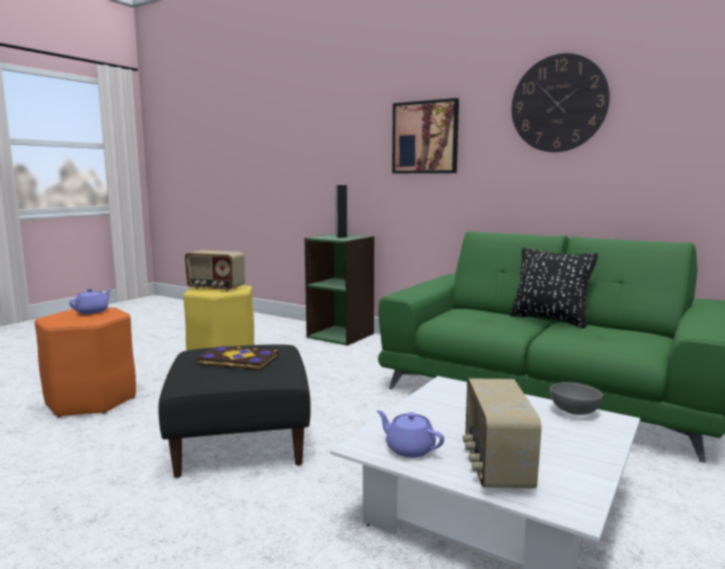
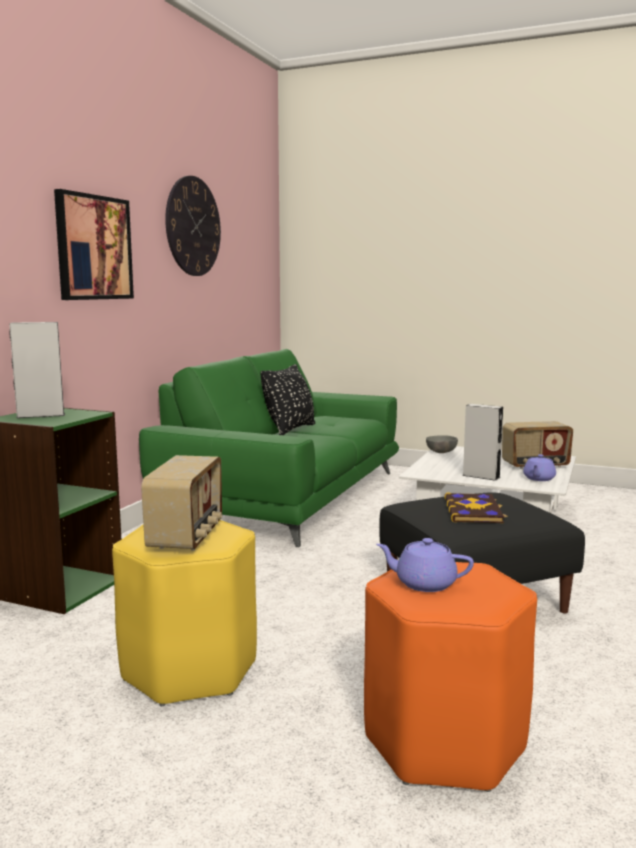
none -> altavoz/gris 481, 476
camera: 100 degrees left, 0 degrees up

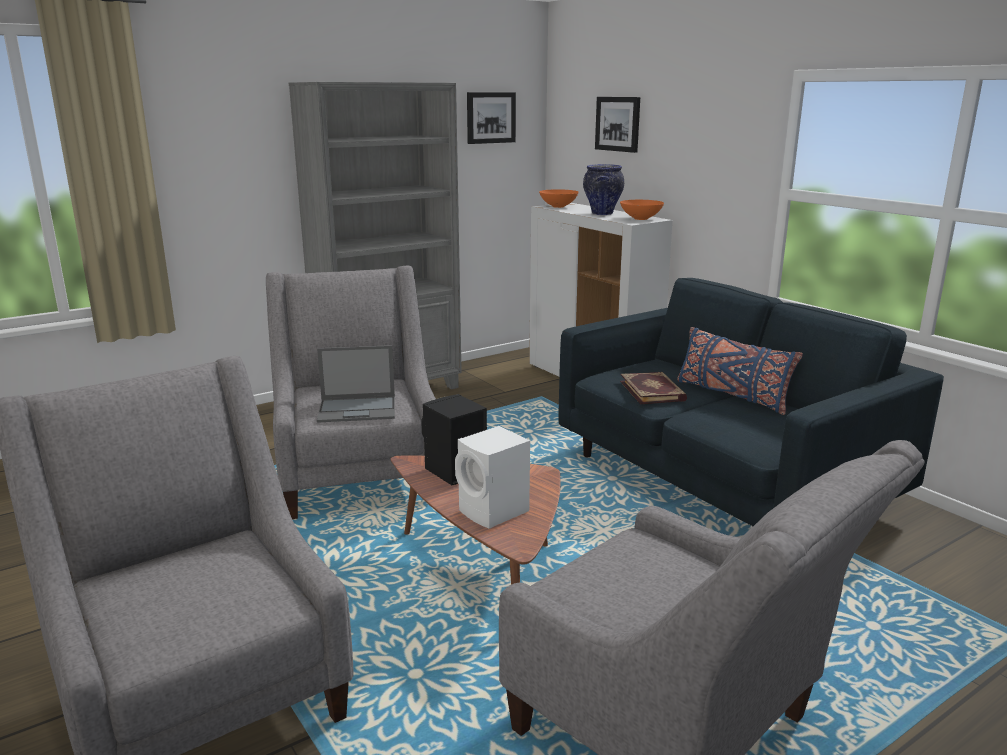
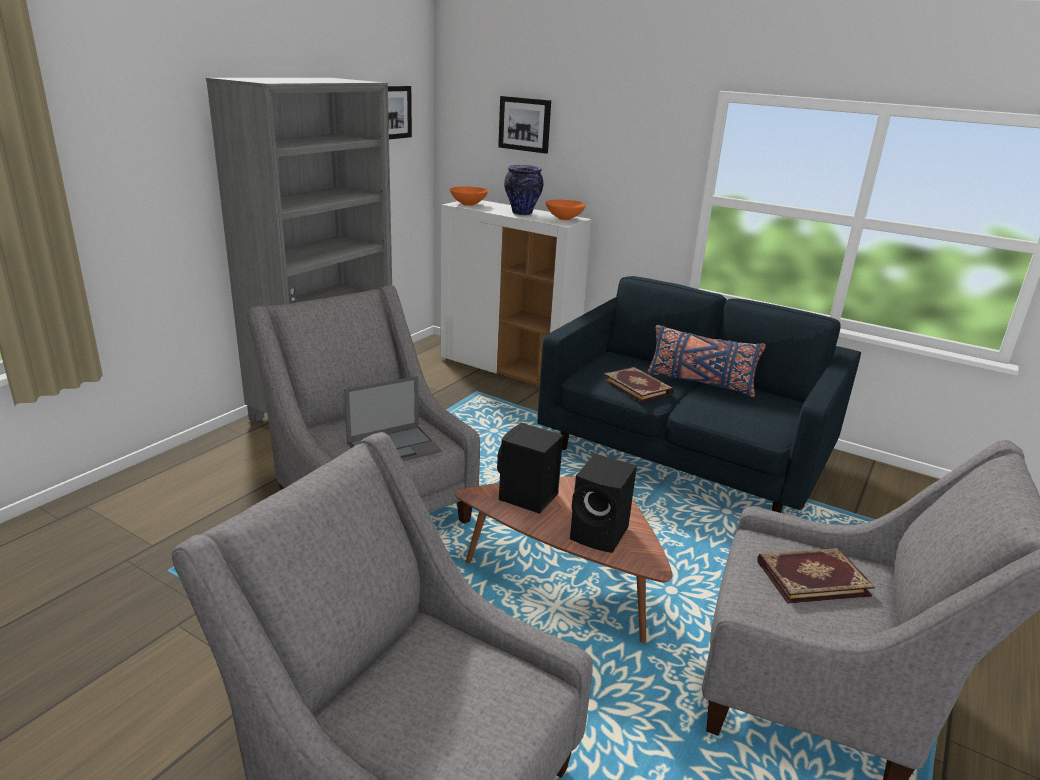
altavoz/blanco 494, 512 -> altavoz/negro 601, 534
none -> libro 811, 577
camera: 25 degrees left, 5 degrees up

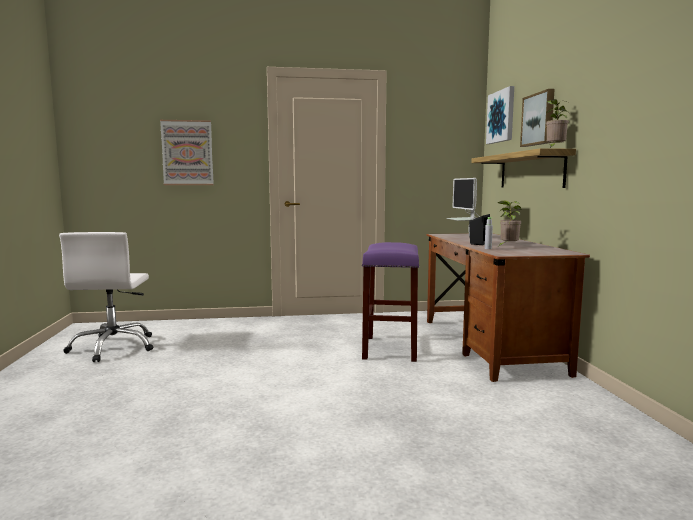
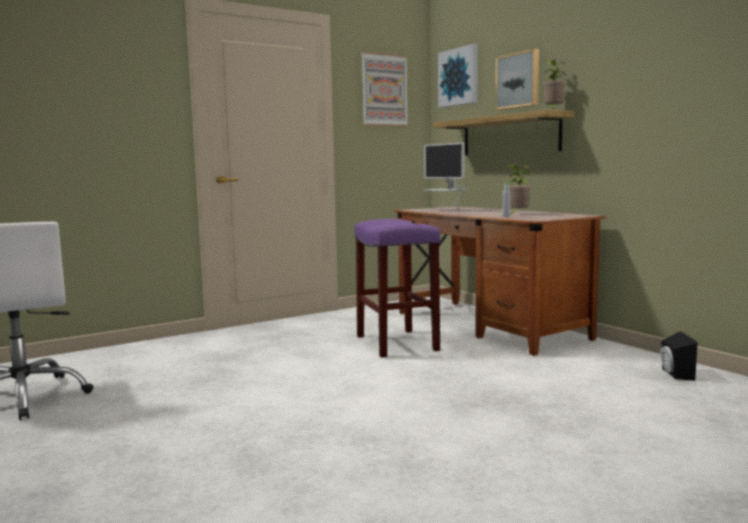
cuadro 187, 153 -> cuadro 384, 90, moved
altavoz/negro 477, 243 -> altavoz/negro 674, 374, moved
camera: 25 degrees left, 0 degrees up

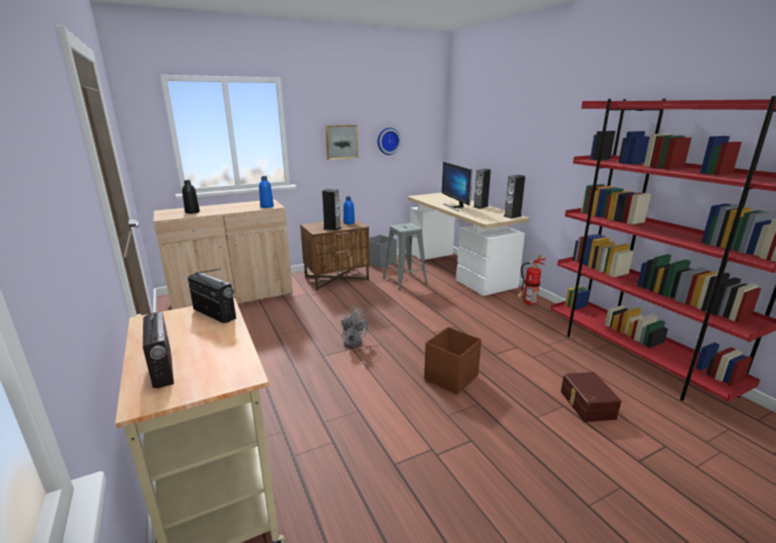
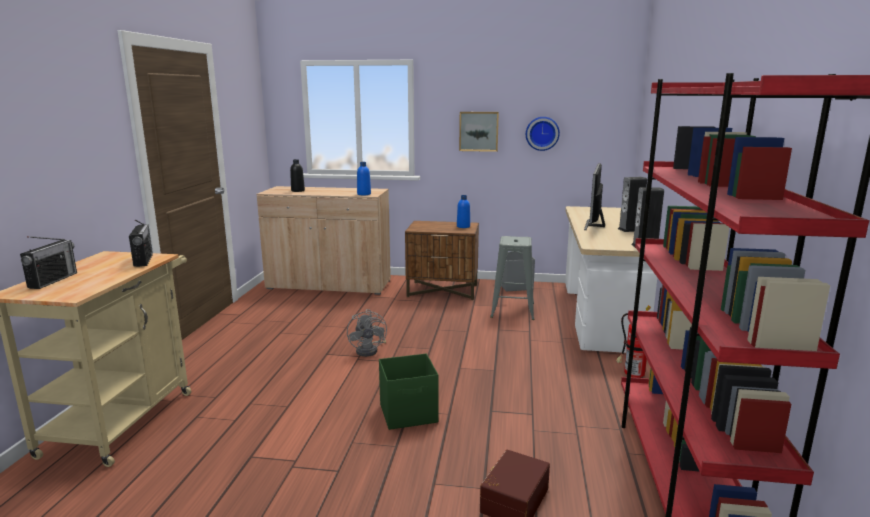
altavoz 332, 228 -> none
caja de almacenaje/marrón 452, 377 -> caja de almacenaje/verde 409, 414
camera: 35 degrees right, 5 degrees down

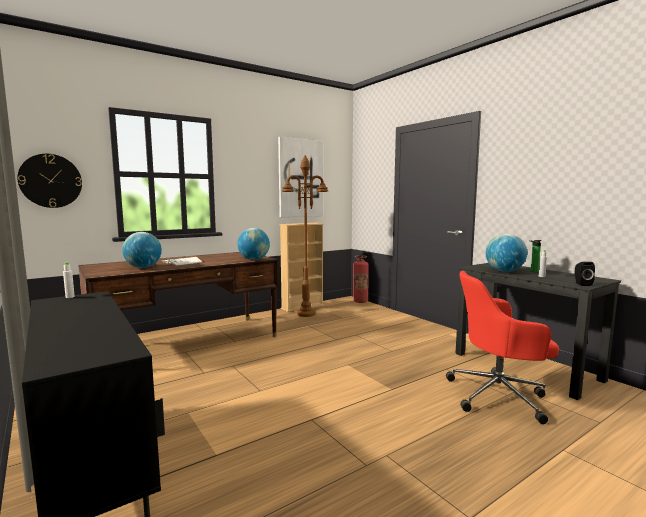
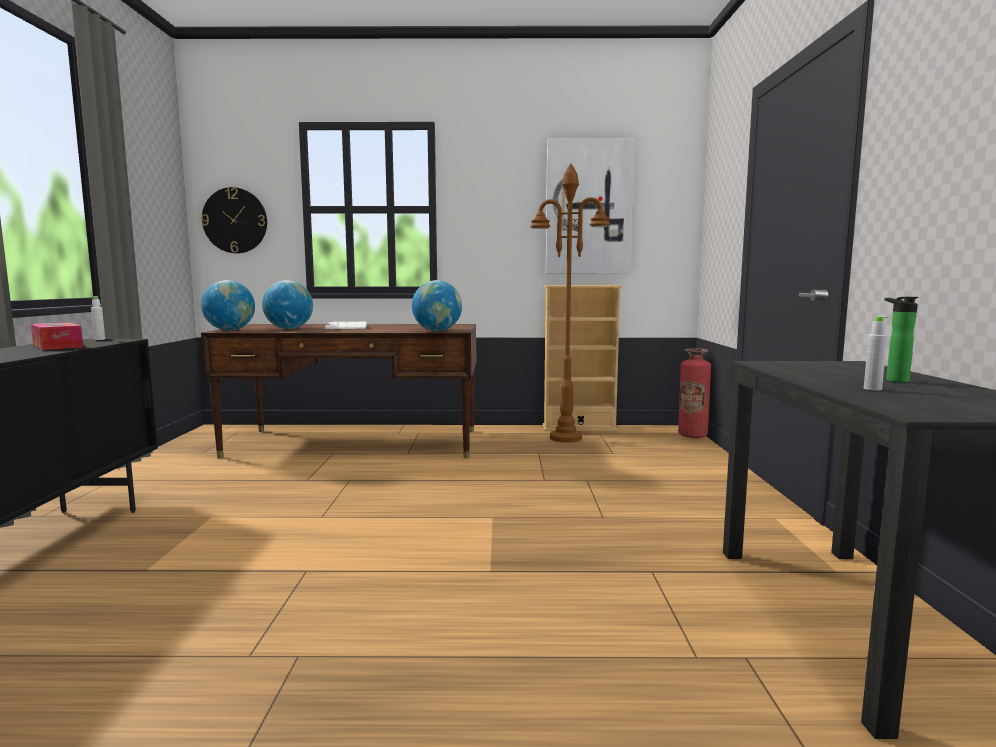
silla de oficina/rojo 499, 395 -> none
globo terráqueo 504, 271 -> globo terráqueo 230, 330, moved
altavoz/negro 581, 284 -> none
none -> caja de pañuelos 57, 346
camera: 35 degrees right, 0 degrees up

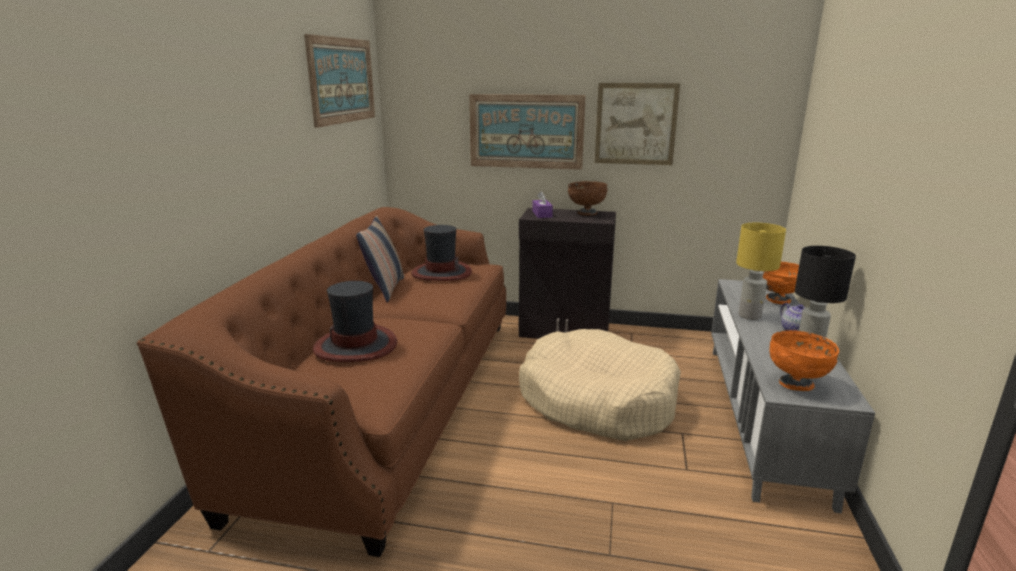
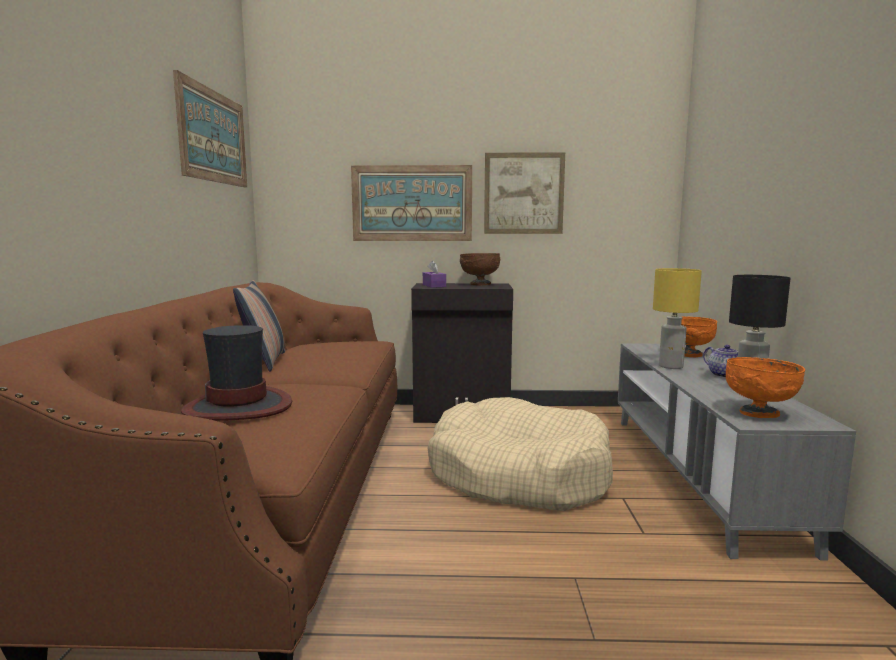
sombrero 441, 273 -> none
camera: 10 degrees left, 10 degrees down

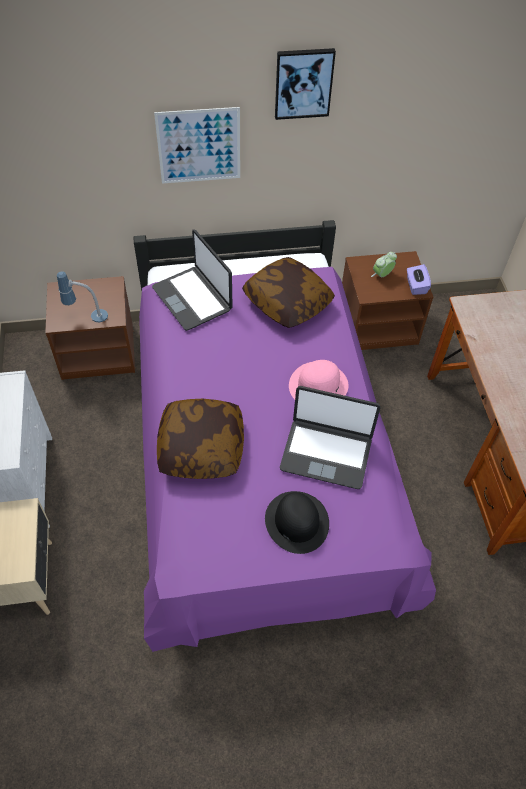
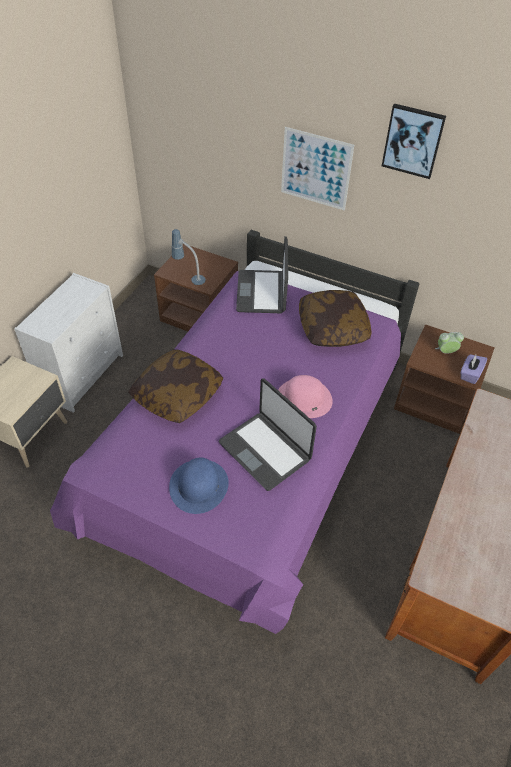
sombrero/negro 296, 521 -> sombrero/azul 199, 485
camera: 35 degrees right, 5 degrees down

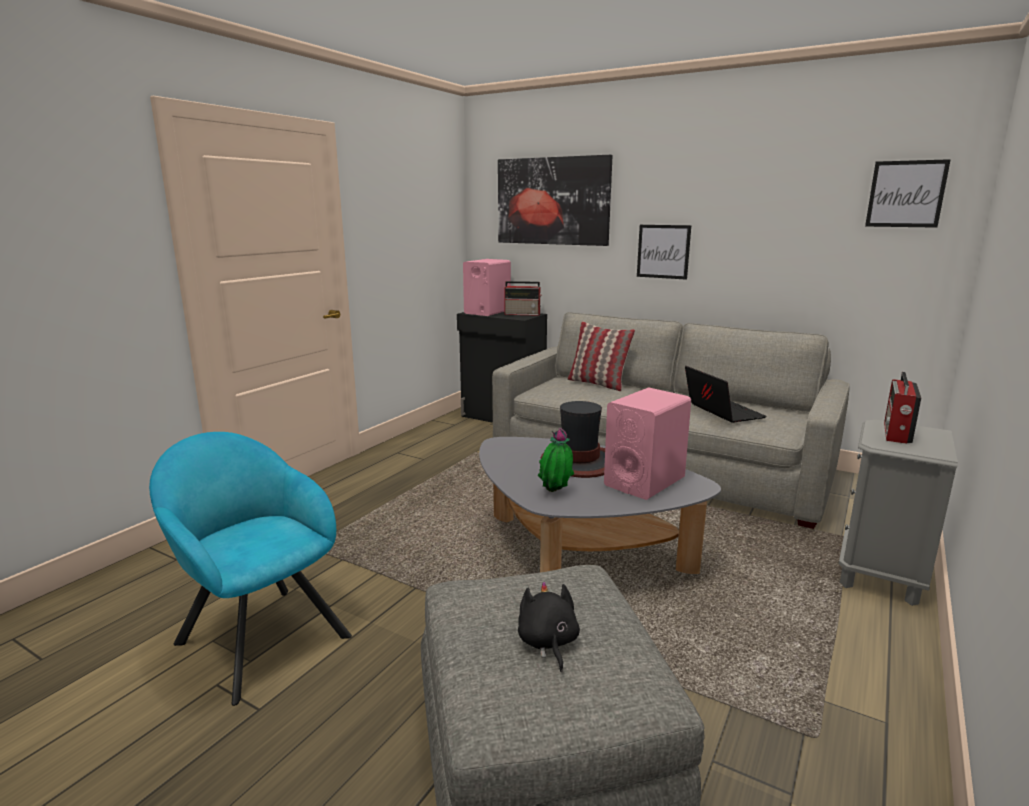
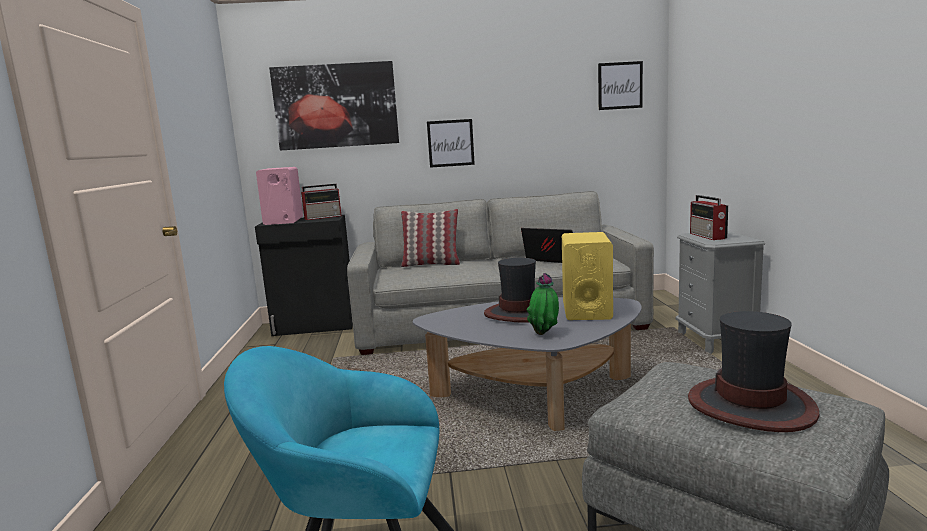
peluche/negro 548, 643 -> sombrero 751, 405
altavoz/rosa 644, 481 -> altavoz/amarillo 586, 310
camera: 35 degrees left, 5 degrees down

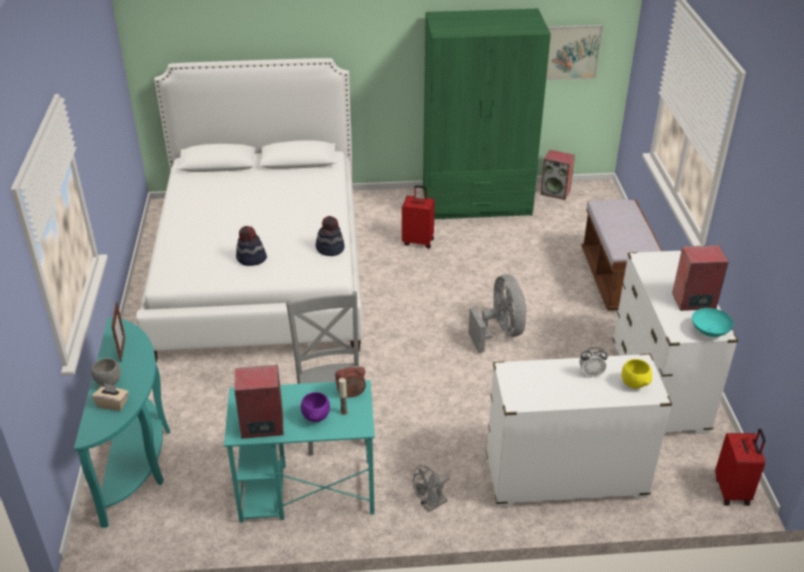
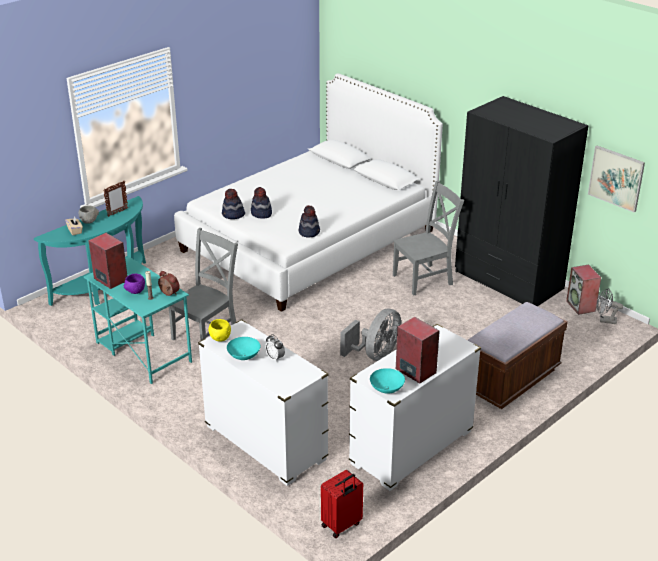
maleta/rojo 418, 241 -> silla/gris 425, 279
ventilador/gris 430, 505 -> ventilador/gris 605, 320, moved
armario ropero/verde 477, 203 -> armario ropero/negro 508, 280
cuenco/amarillo 634, 385 -> cuenco/amarillo 220, 339, moved
none -> sombrero 233, 215
none -> cuenco/turquesa 243, 357
camera: 50 degrees right, 5 degrees down

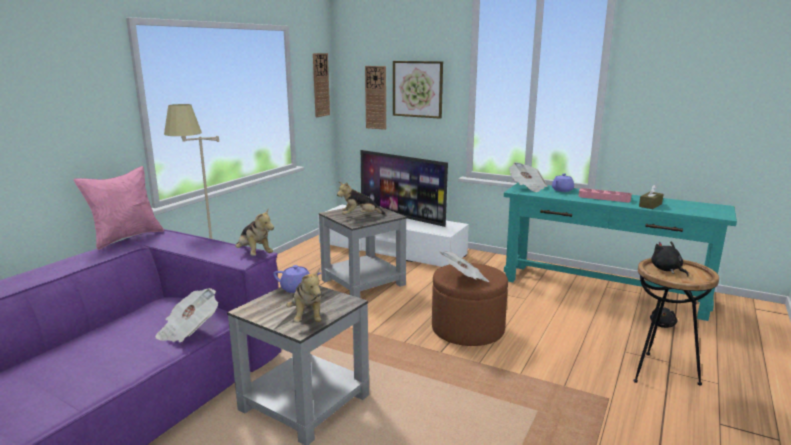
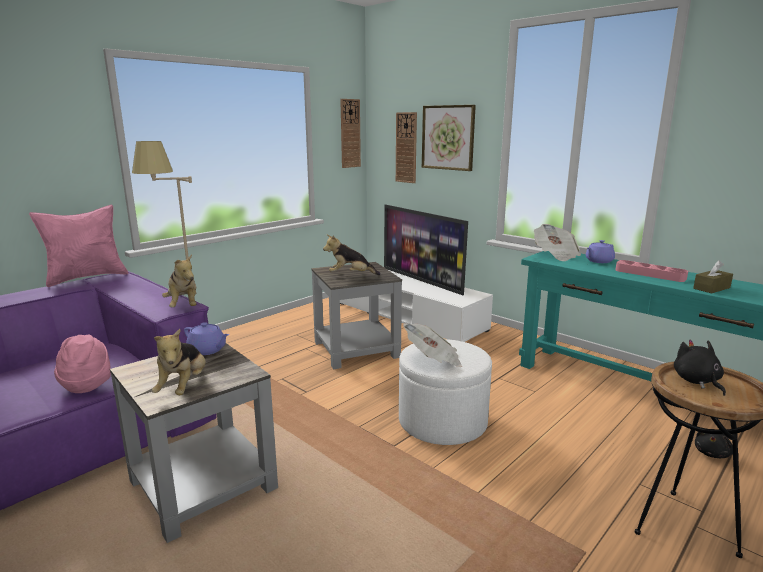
periódico 188, 330 -> sombrero/rosa 87, 383
puf/marrón 467, 329 -> puf/blanco 442, 421
camera: 15 degrees right, 0 degrees up

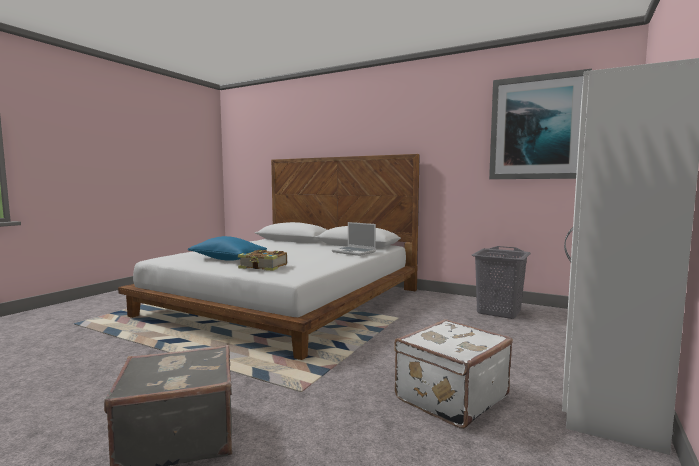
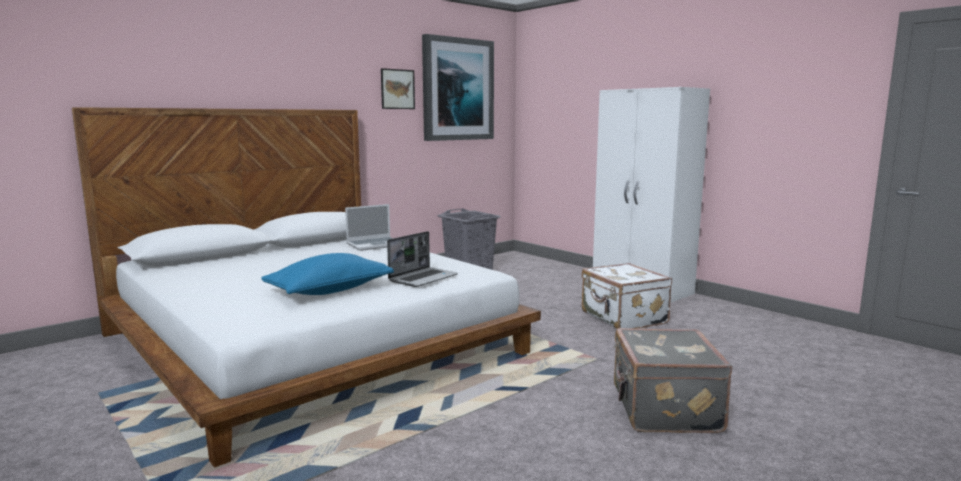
libro 263, 267 -> portátil 423, 278
none -> cuadro 397, 89
camera: 70 degrees left, 5 degrees up

